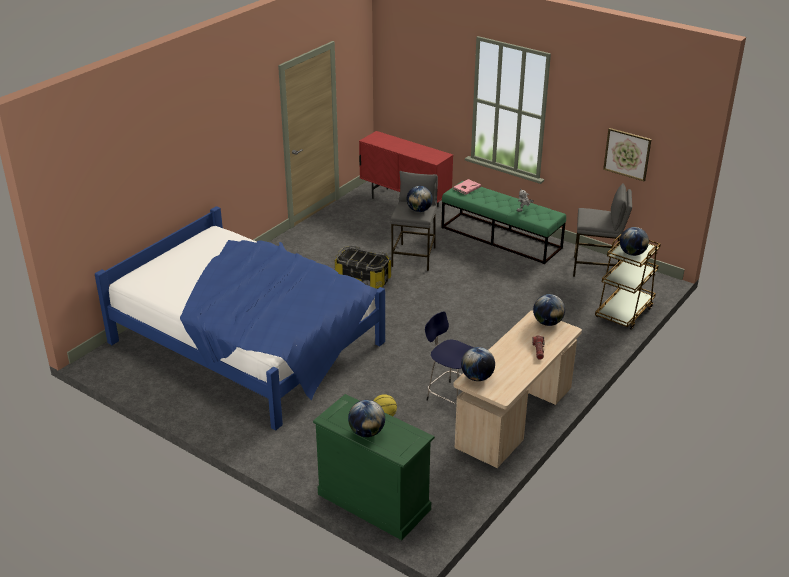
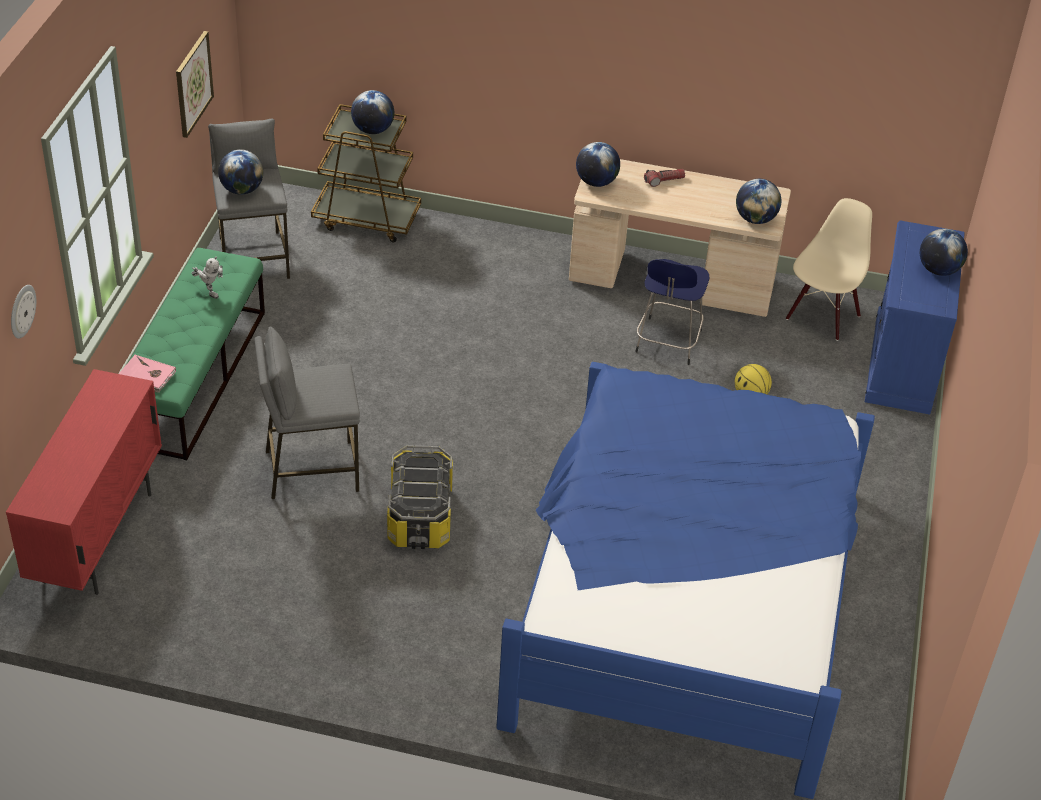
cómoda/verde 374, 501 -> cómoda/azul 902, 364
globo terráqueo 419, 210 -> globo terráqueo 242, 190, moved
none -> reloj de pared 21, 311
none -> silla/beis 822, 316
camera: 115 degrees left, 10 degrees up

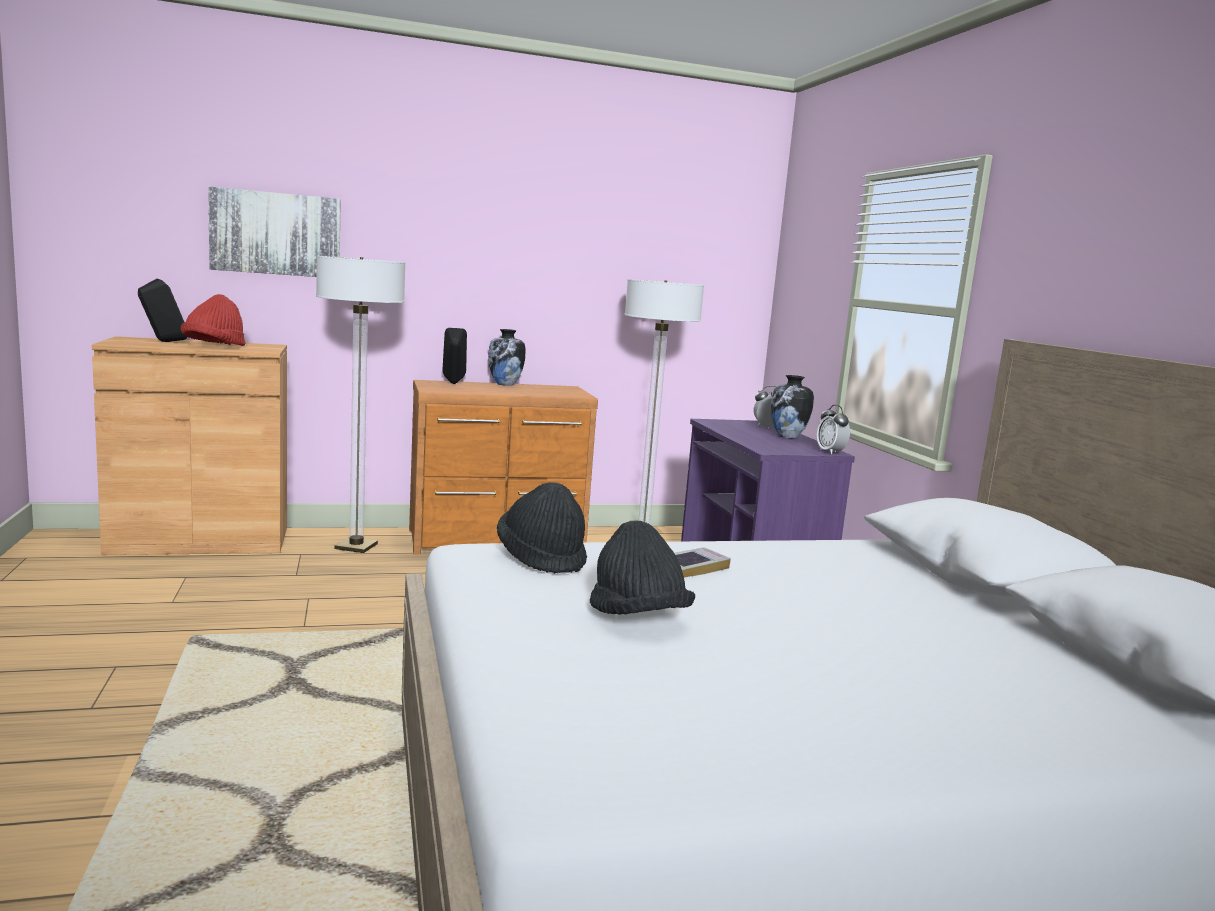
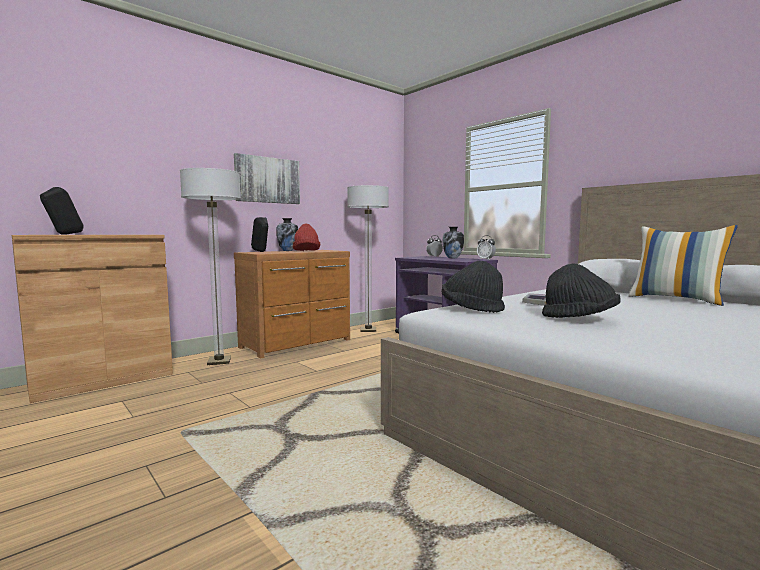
sombrero/rojo 214, 347 -> sombrero/rojo 306, 251, moved
cuadro 276, 233 -> cuadro 267, 180, moved
none -> cojín 676, 299
camera: 25 degrees left, 5 degrees down

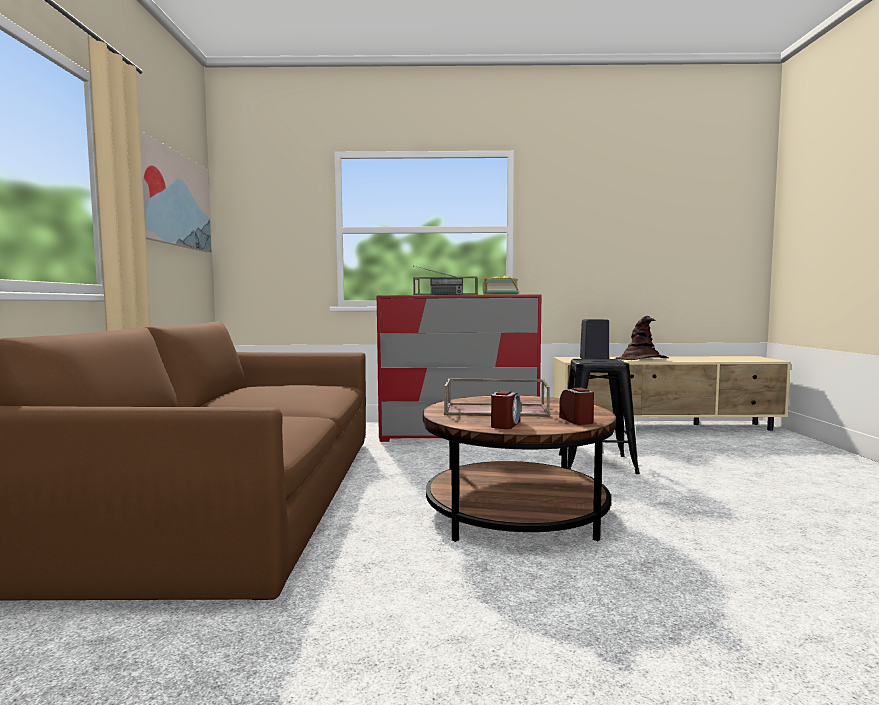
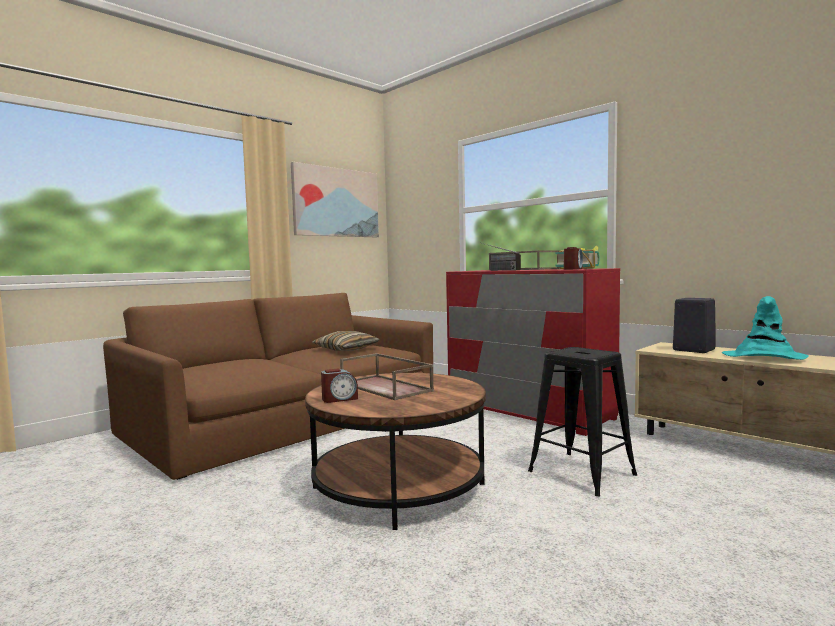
despertador 576, 420 -> despertador 573, 269, moved
sombrero/marrón 641, 359 -> sombrero/turquesa 763, 357
none -> cojín 346, 349
camera: 45 degrees right, 0 degrees up

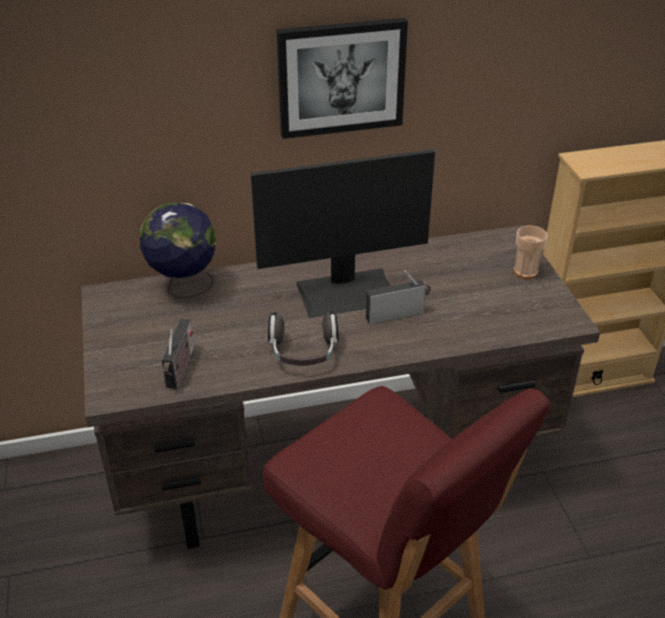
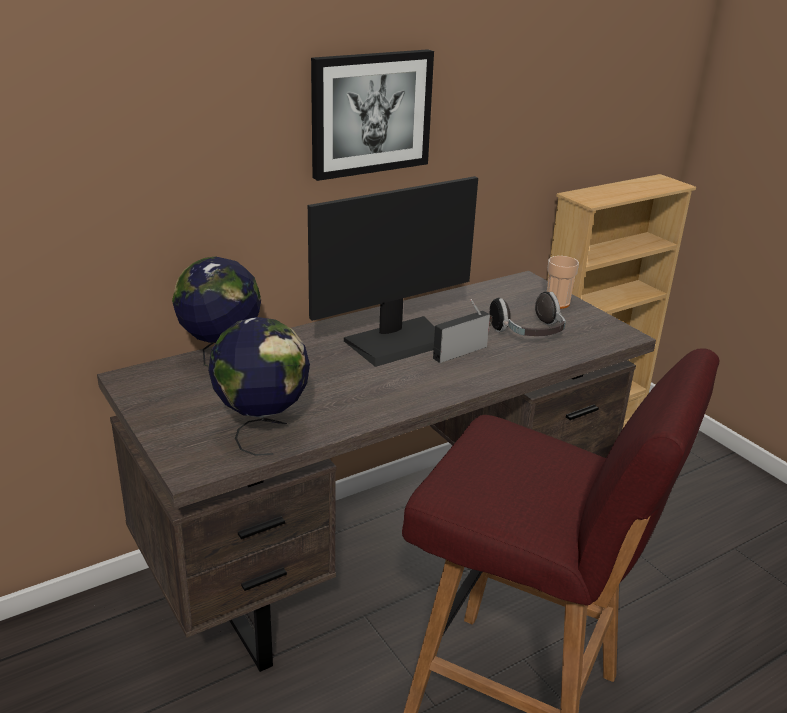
radio 180, 369 -> globo terráqueo 262, 431
auriculares 303, 353 -> auriculares 529, 334, moved
camera: 20 degrees left, 10 degrees down

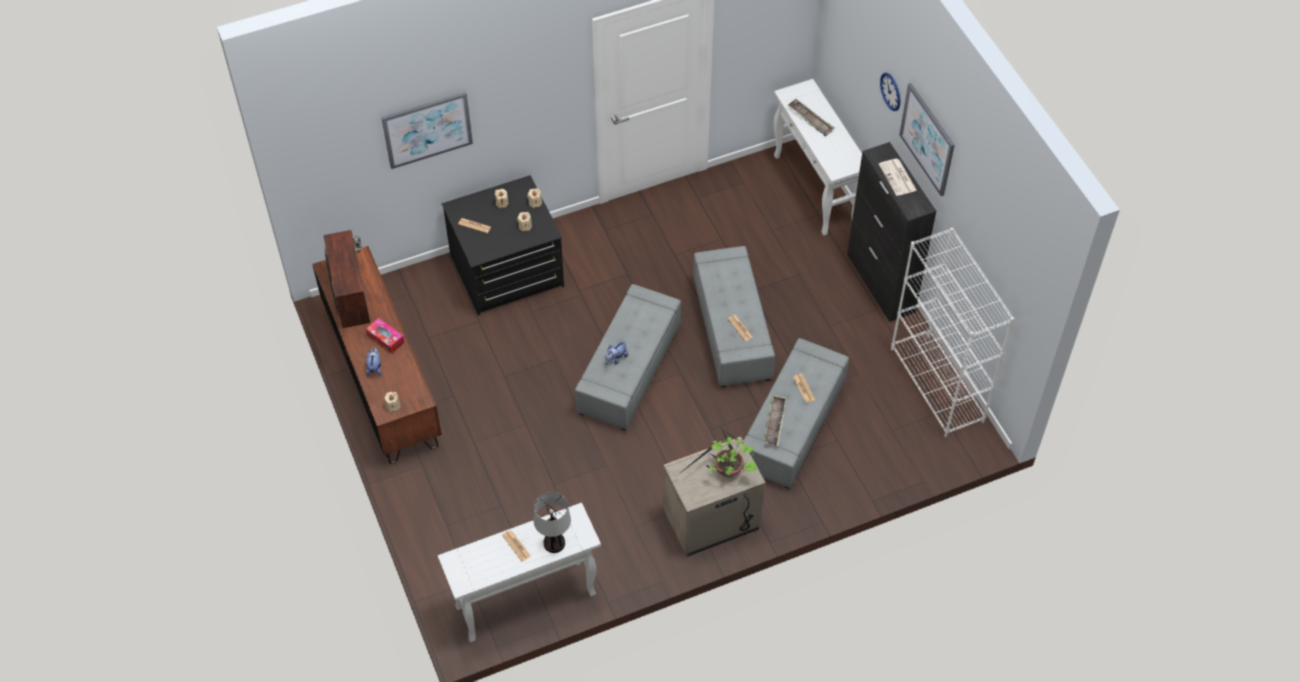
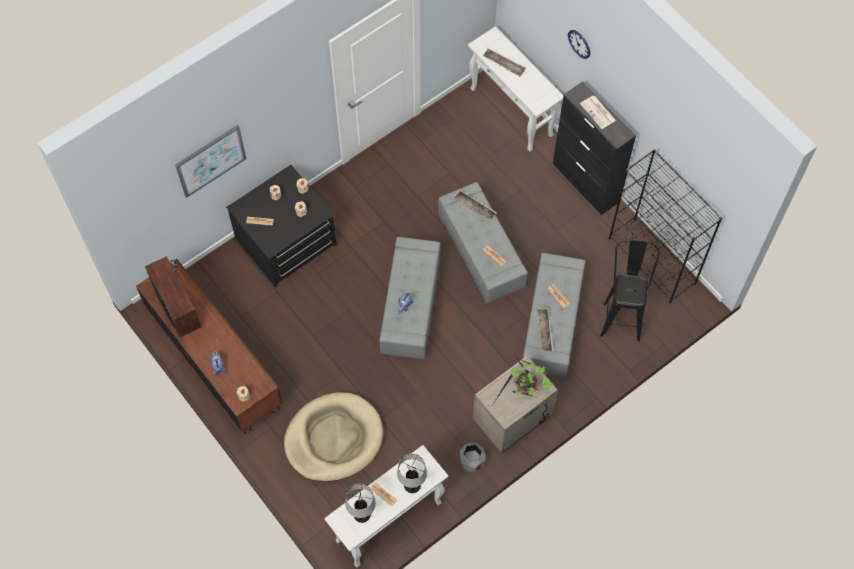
caja de pañuelos 385, 339 -> none
estantería/blanco 937, 385 -> estantería/negro 652, 261
cuadro 927, 139 -> none
none -> cama para perro/beis 333, 439
none -> lámpara de mesa 362, 514
none -> bandeja 475, 206
none -> maceta/gris 471, 461
none -> taburete/negro 622, 314
camera: 15 degrees left, 10 degrees up

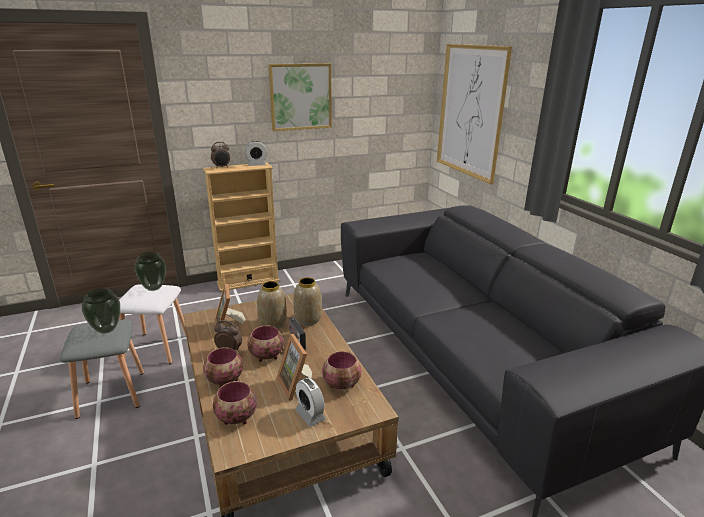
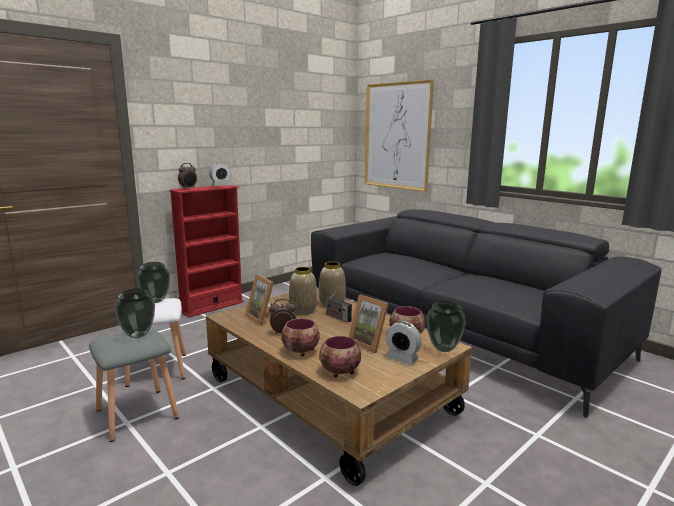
estantería/beis 248, 281 -> estantería/rojo 212, 306
cuenco 266, 356 -> none
cuadro 300, 97 -> none
none -> florero 443, 349
camera: 20 degrees left, 10 degrees down

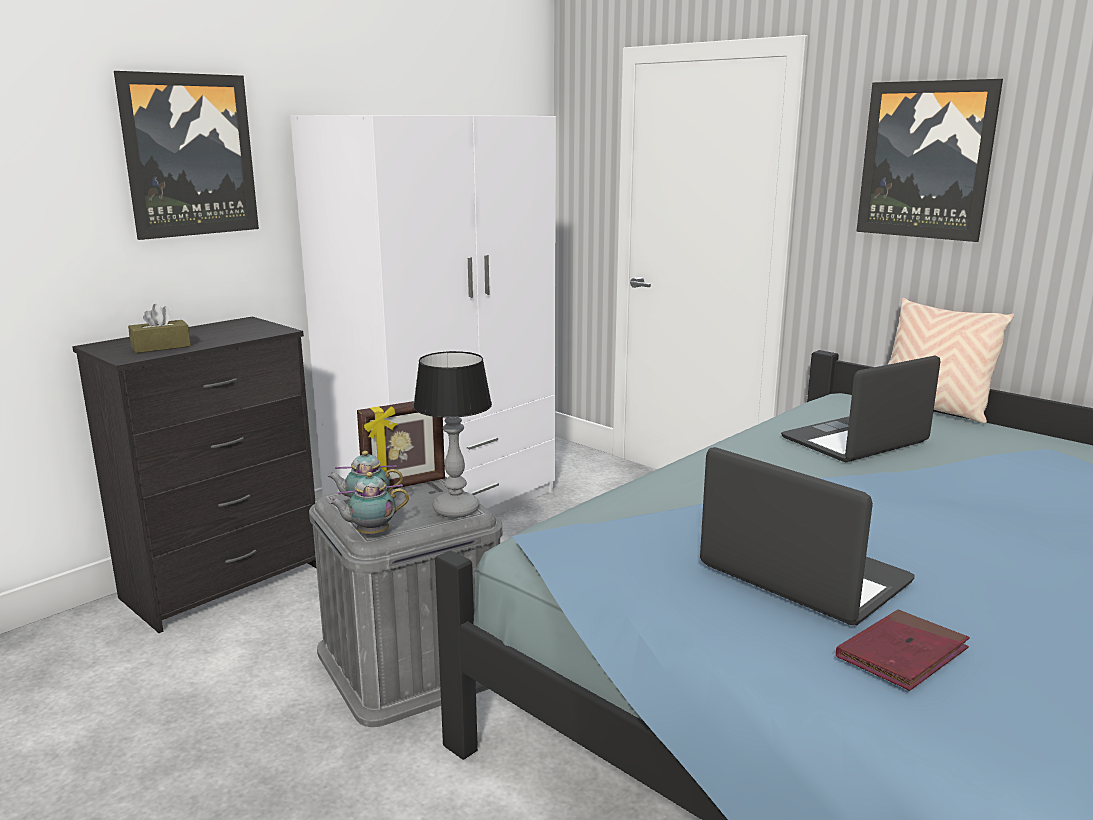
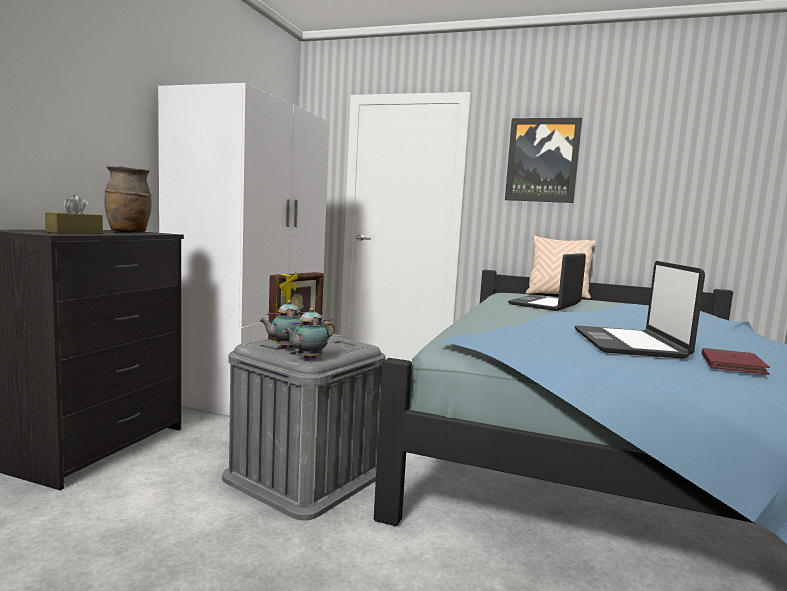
cuadro 189, 155 -> none
lámpara de mesa 456, 510 -> none
portátil 803, 576 -> portátil 629, 344, 105 degrees counterclockwise
none -> florero/marrón 129, 232
camera: 25 degrees left, 10 degrees down

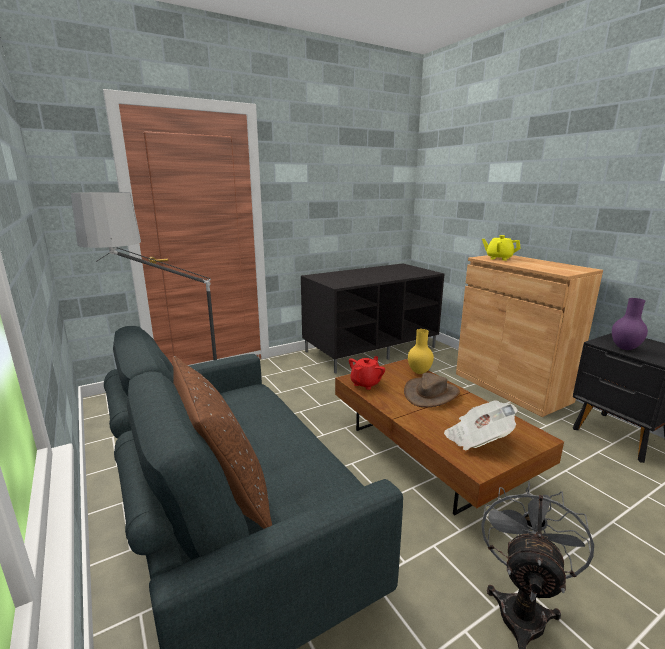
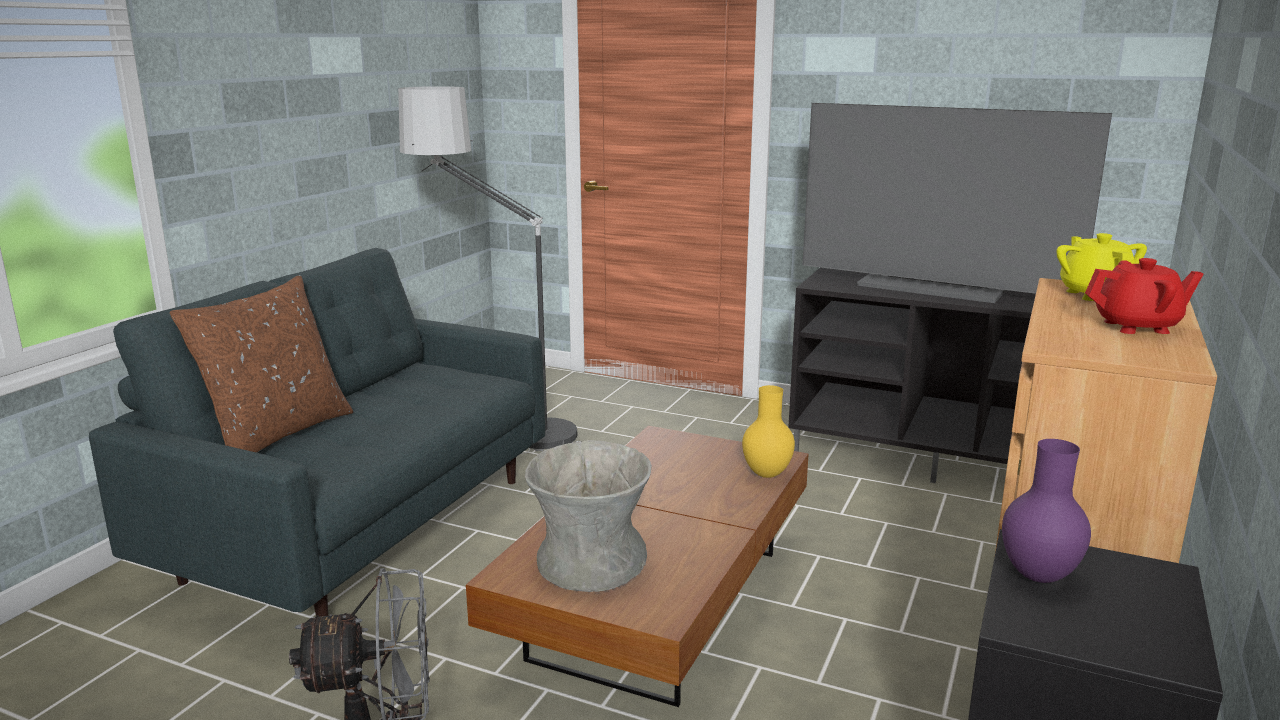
tetera/rojo 366, 383 -> tetera/rojo 1137, 327, moved
sombrero/marrón 431, 394 -> none
periódico 477, 439 -> florero/gris 590, 563
none -> televisor 934, 287
camera: 55 degrees right, 0 degrees up

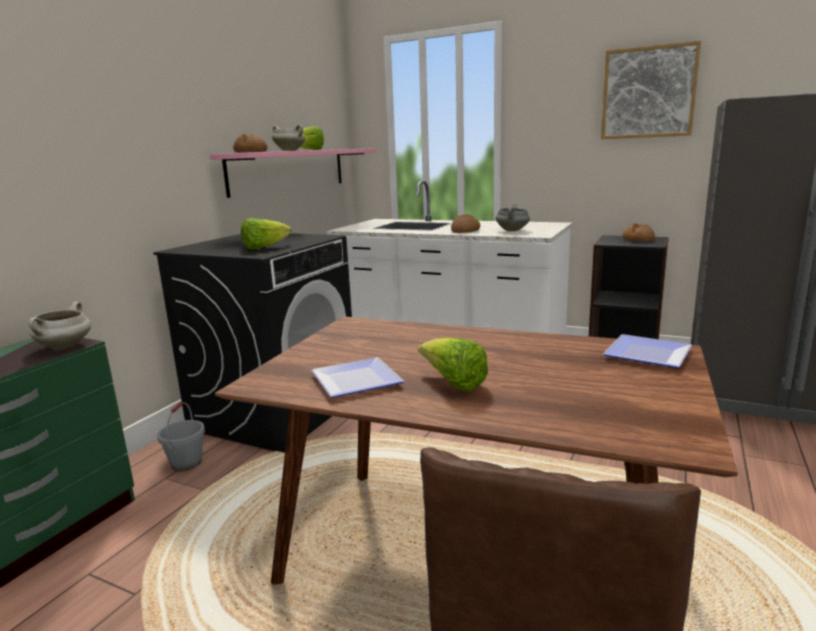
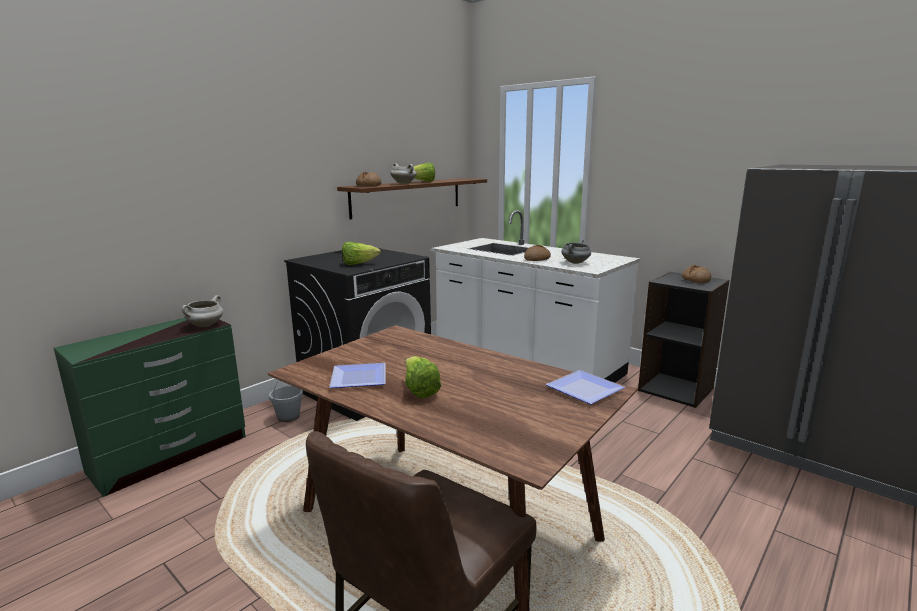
estante/rosa 289, 170 -> estante/marrón 408, 197
cuadro 648, 93 -> none
camera: 15 degrees right, 0 degrees up

